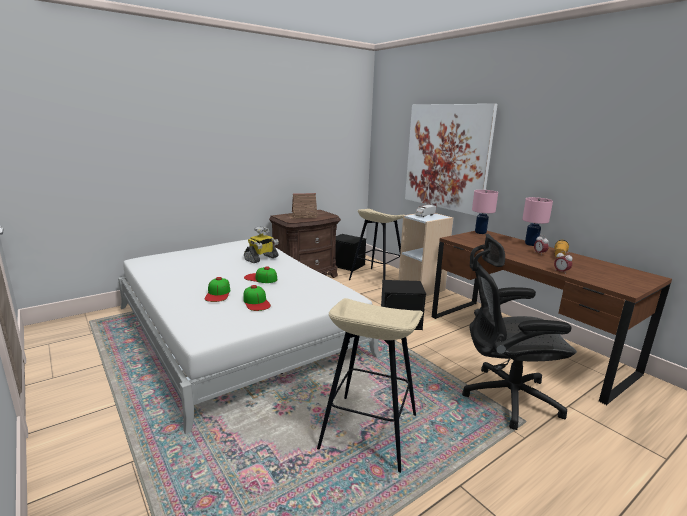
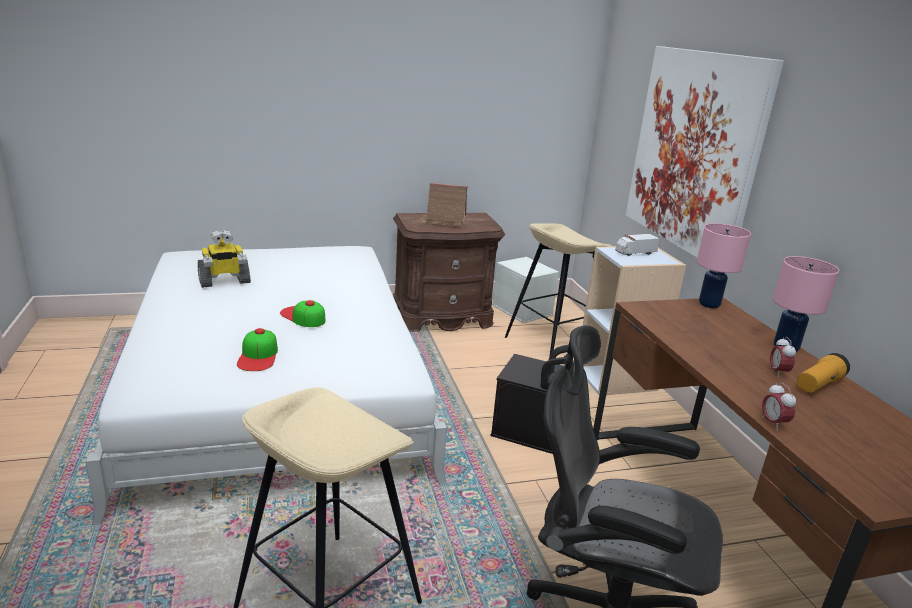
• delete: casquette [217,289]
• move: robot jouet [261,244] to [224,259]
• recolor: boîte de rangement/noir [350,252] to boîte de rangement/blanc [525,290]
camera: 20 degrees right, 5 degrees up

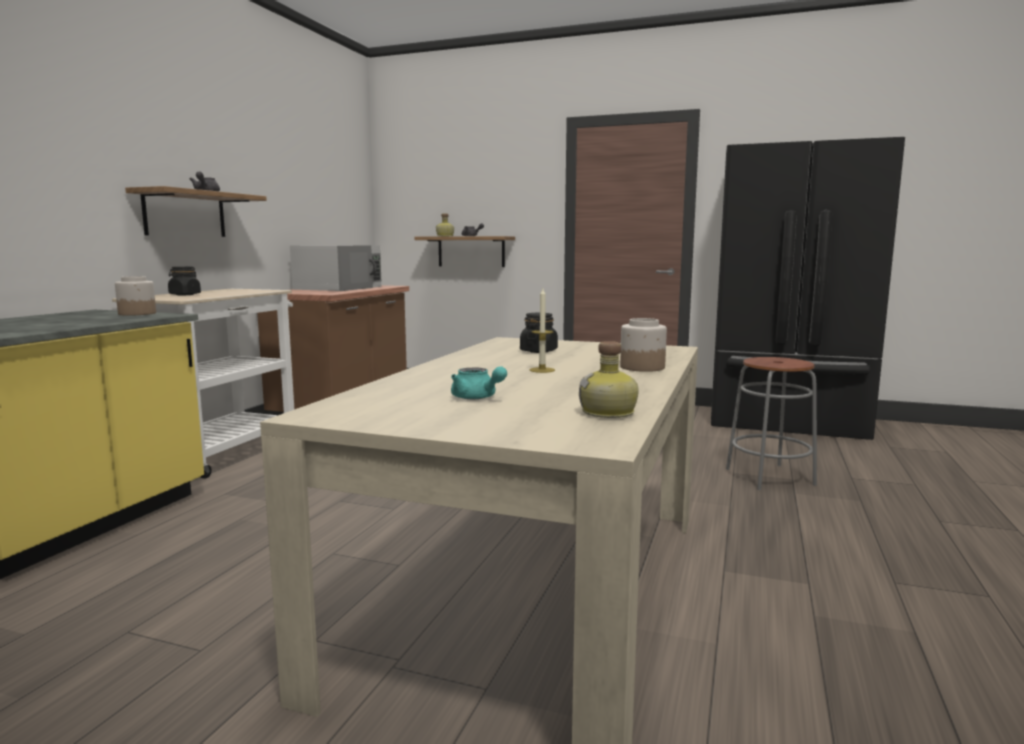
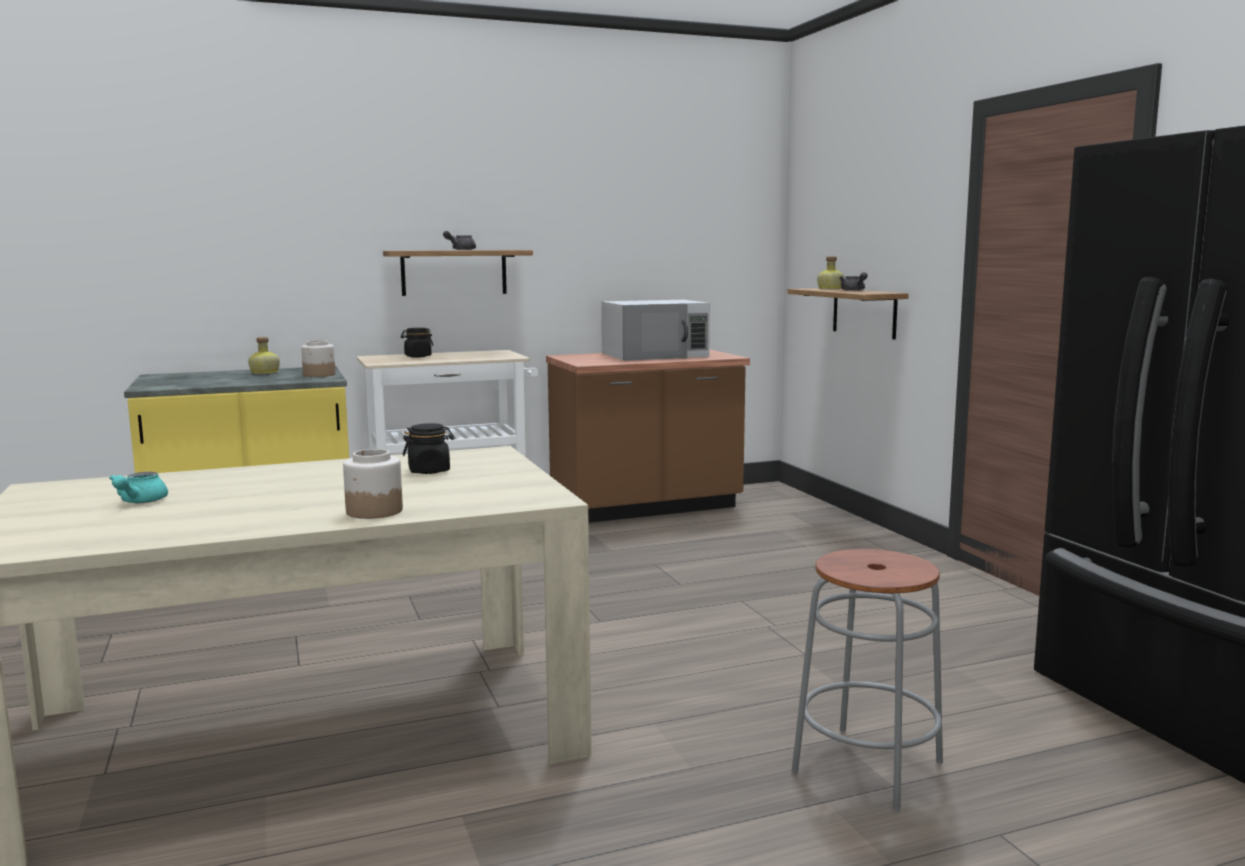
• delete: bougie [542,331]
• move: bouteille [609,379] to [264,355]
camera: 50 degrees right, 0 degrees up

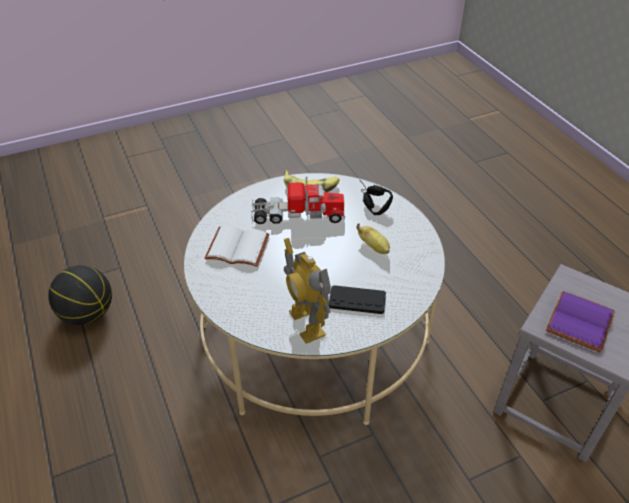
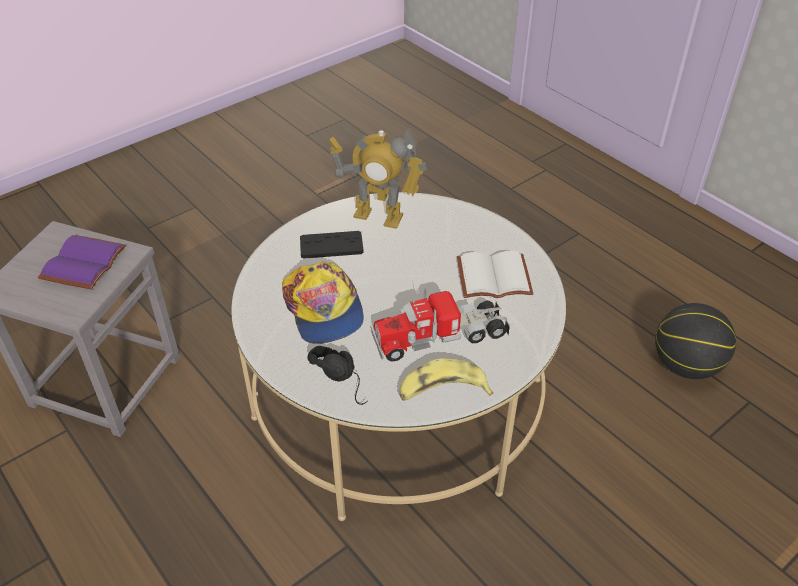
• replace: banane [373,238] to casquette [323,302]
• rotate: robot jouet [307,291] = [378,179] 150 degrees clockwise
camera: 165 degrees right, 0 degrees up

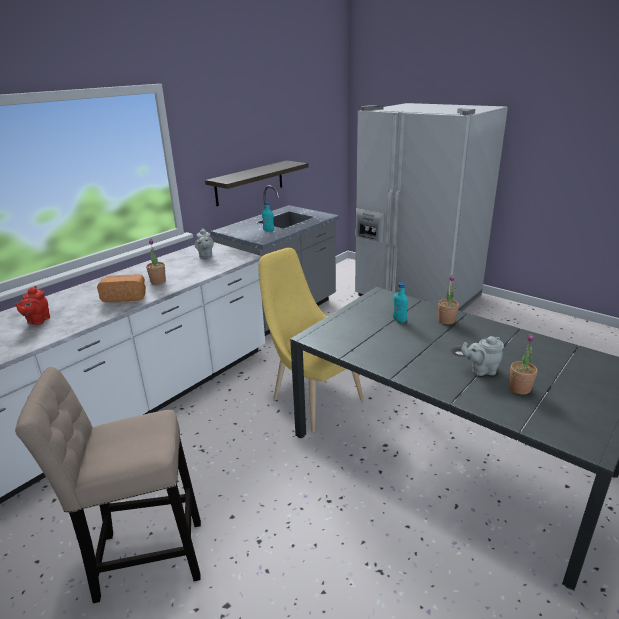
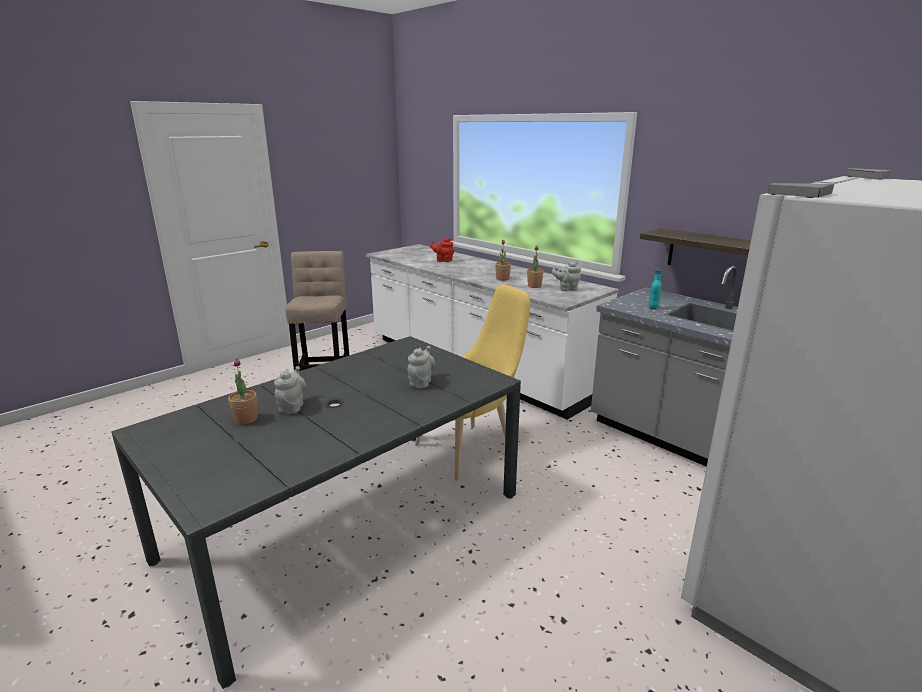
• delete: pain [121,288]
• move: plante en pot [448,300] to [535,267]
• replace: bouteille/turquoise [400,302] to théière/gris [421,367]
camera: 95 degrees right, 5 degrees down

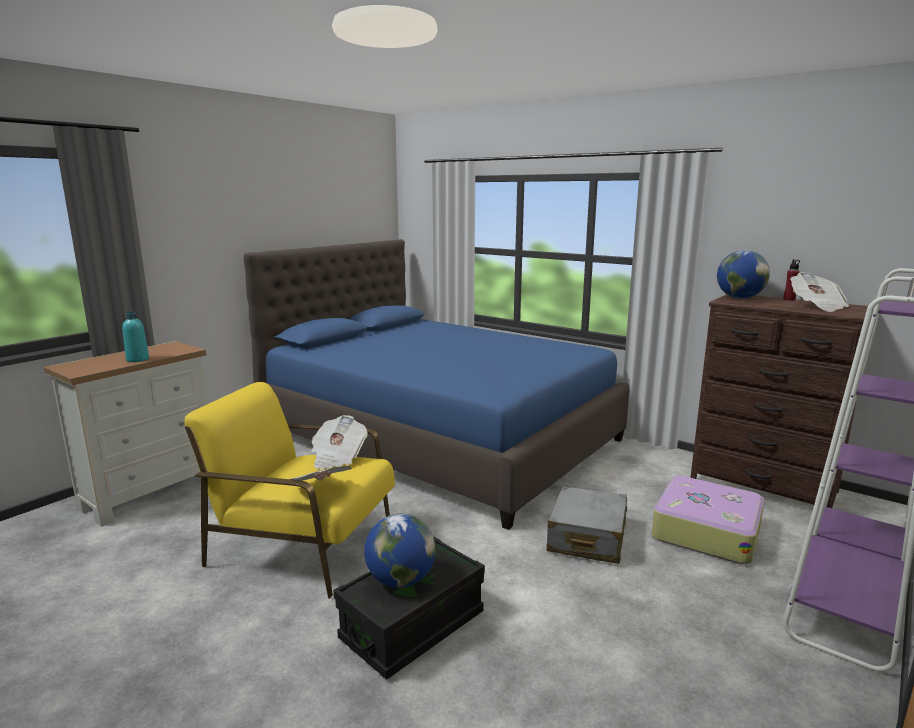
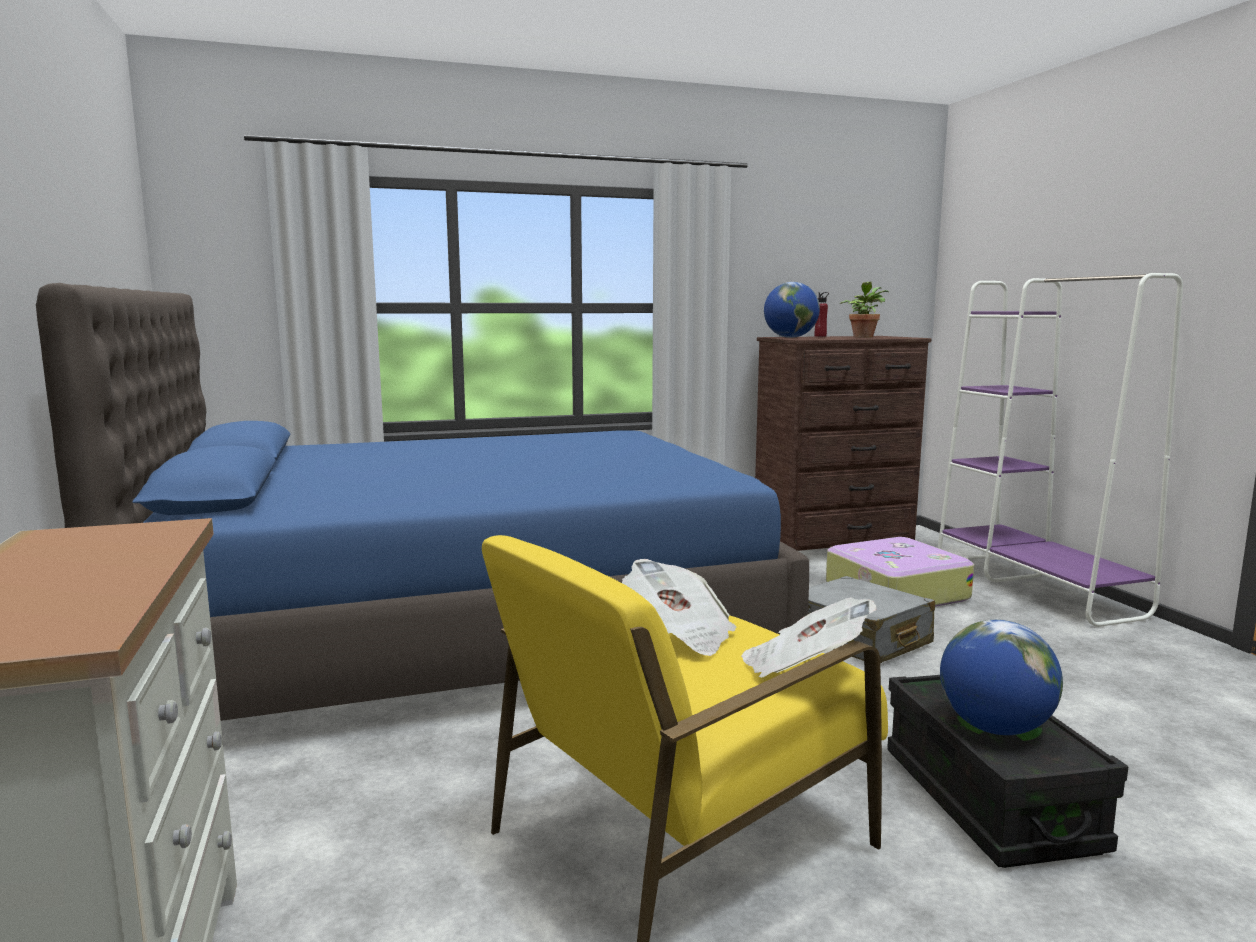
• delete: bouteille/turquoise [135,337]
• replace: journal [819,292] to plante en pot [864,310]
camera: 55 degrees left, 5 degrees down

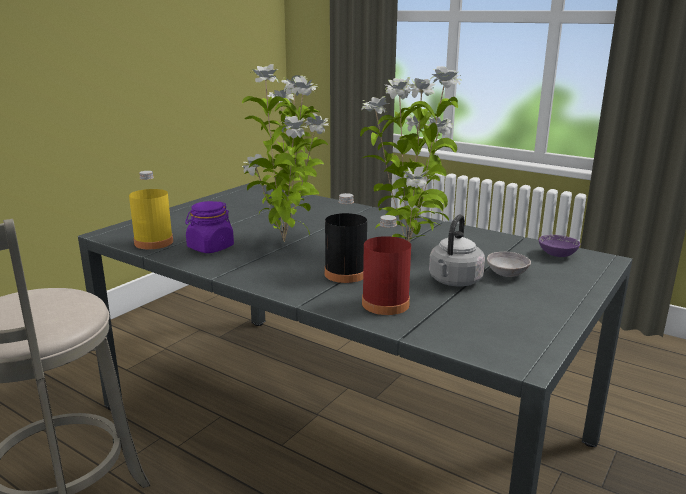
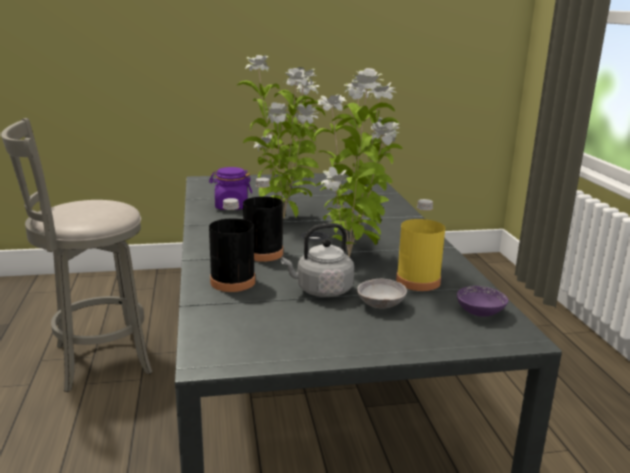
• move: bouteille/jaune [151,210] to [420,245]
• recolor: bouteille/rouge [386,265] to bouteille/noir [232,245]
camera: 45 degrees right, 0 degrees up

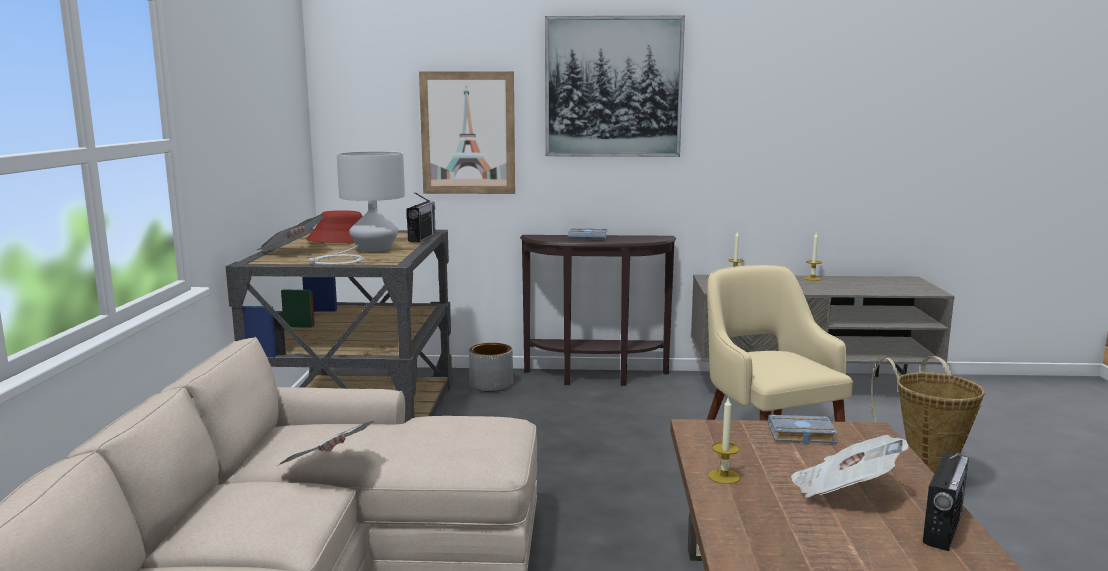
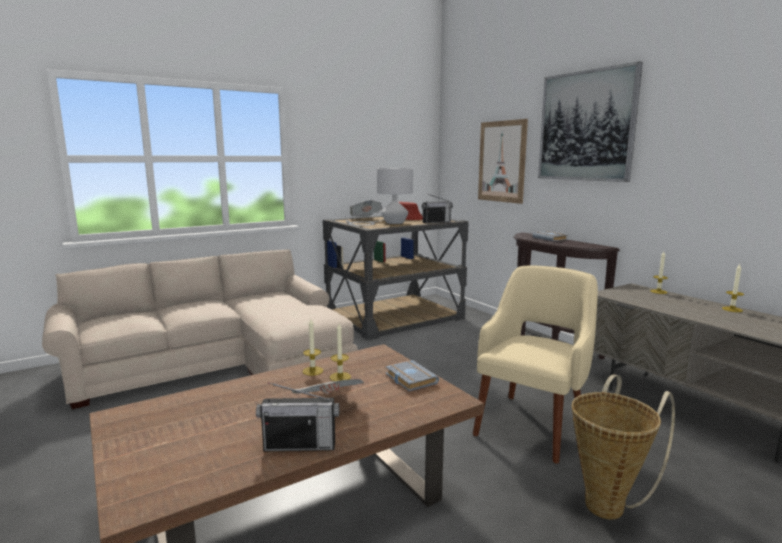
• delete: journal [325,443]
• delete: cache-pot/gris [491,367]
• insert: bougie [340,352]
camera: 55 degrees right, 0 degrees up

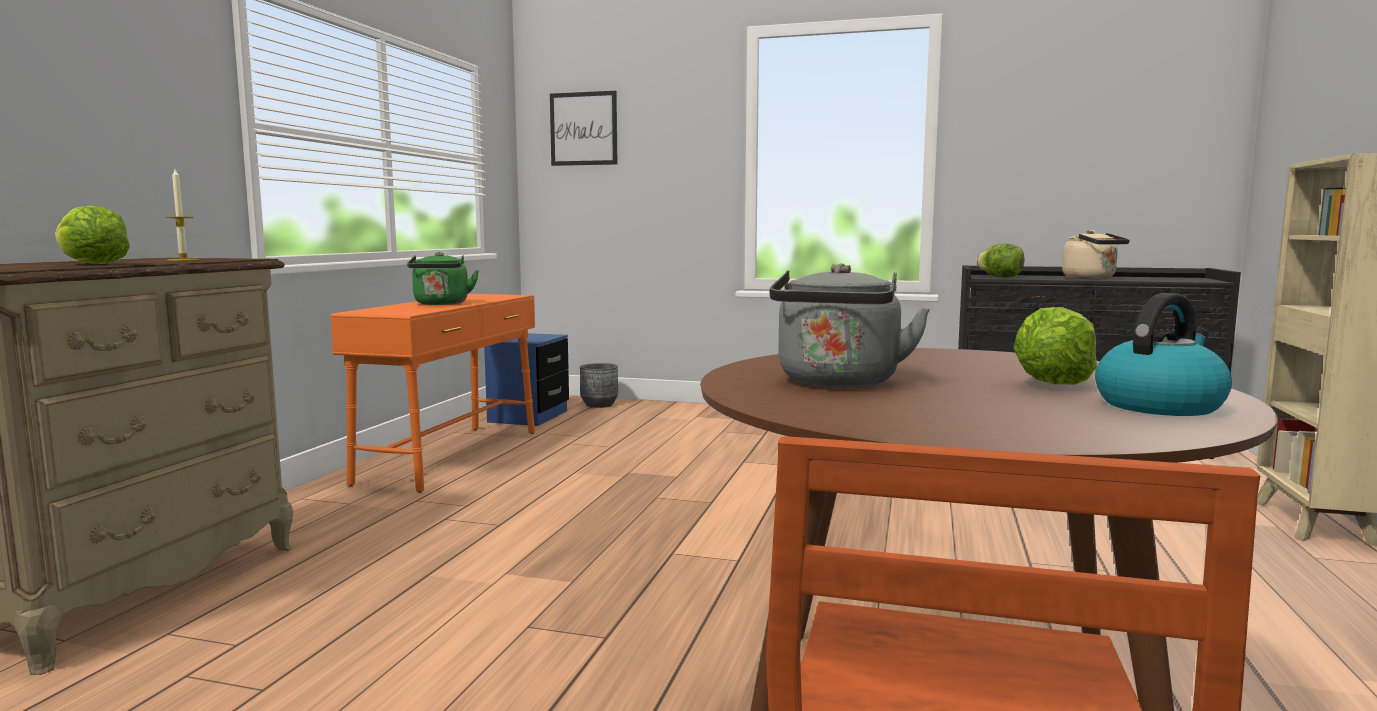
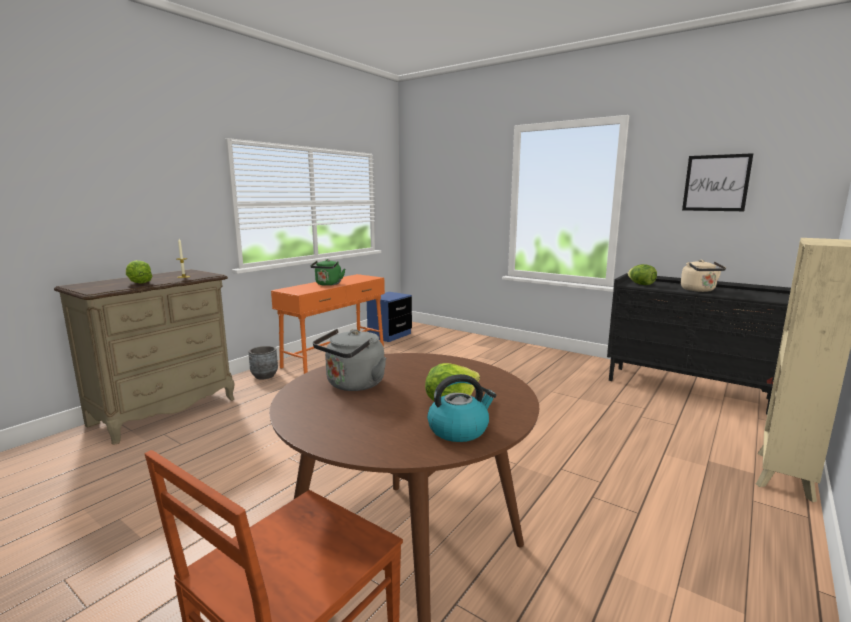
• move: tableau [583,128] to [718,182]
• move: cache-pot/gris [599,385] to [263,362]
camera: 20 degrees right, 5 degrees up

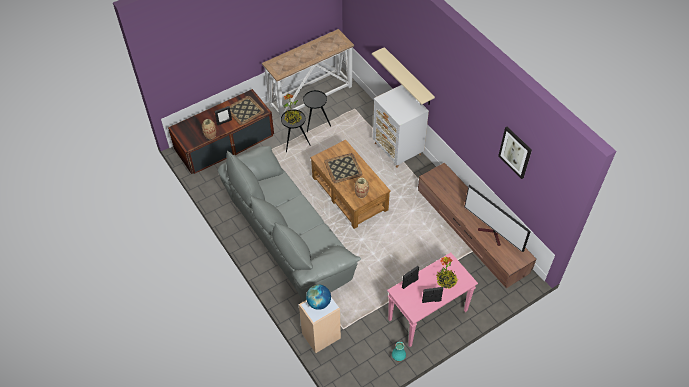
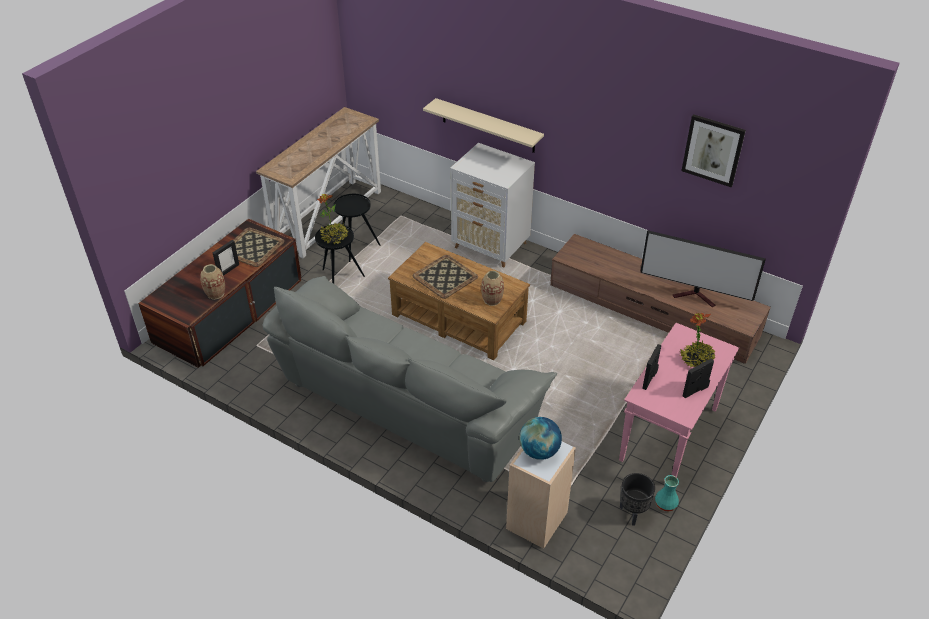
• insert: cache-pot/noir [637,499]
camera: 25 degrees left, 10 degrees down

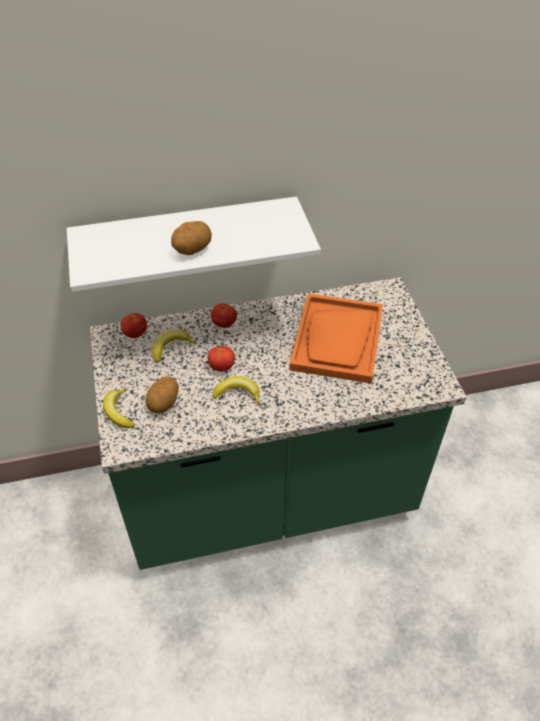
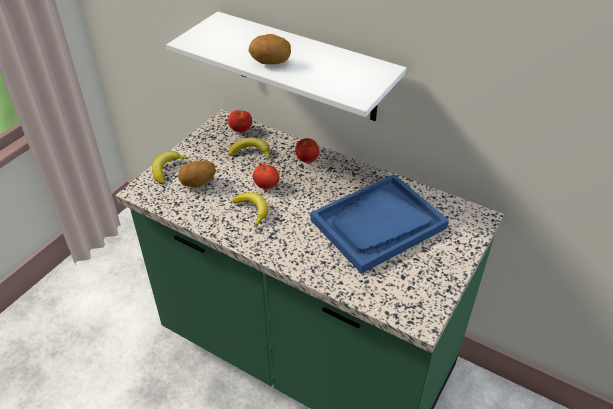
• recolor: plateau/orange [336,338] to plateau/bleu [379,224]
camera: 45 degrees right, 5 degrees down

